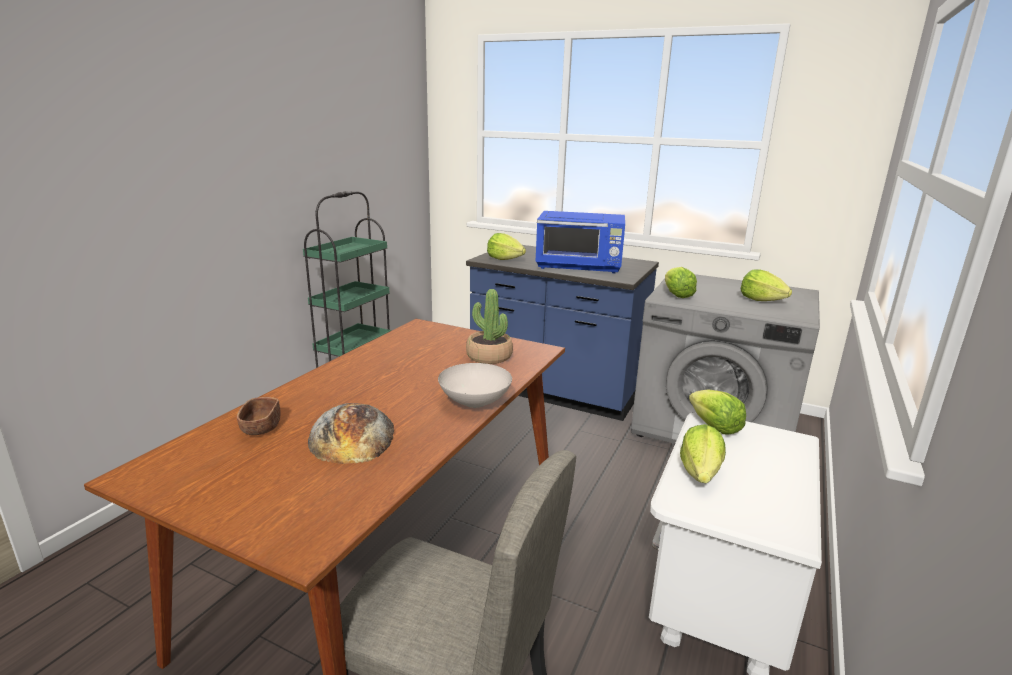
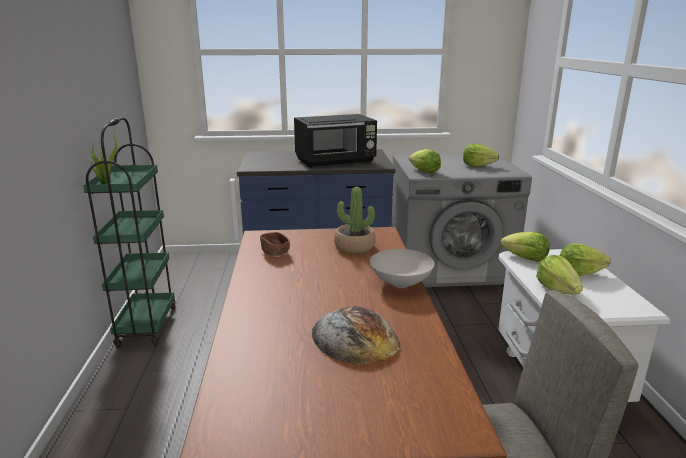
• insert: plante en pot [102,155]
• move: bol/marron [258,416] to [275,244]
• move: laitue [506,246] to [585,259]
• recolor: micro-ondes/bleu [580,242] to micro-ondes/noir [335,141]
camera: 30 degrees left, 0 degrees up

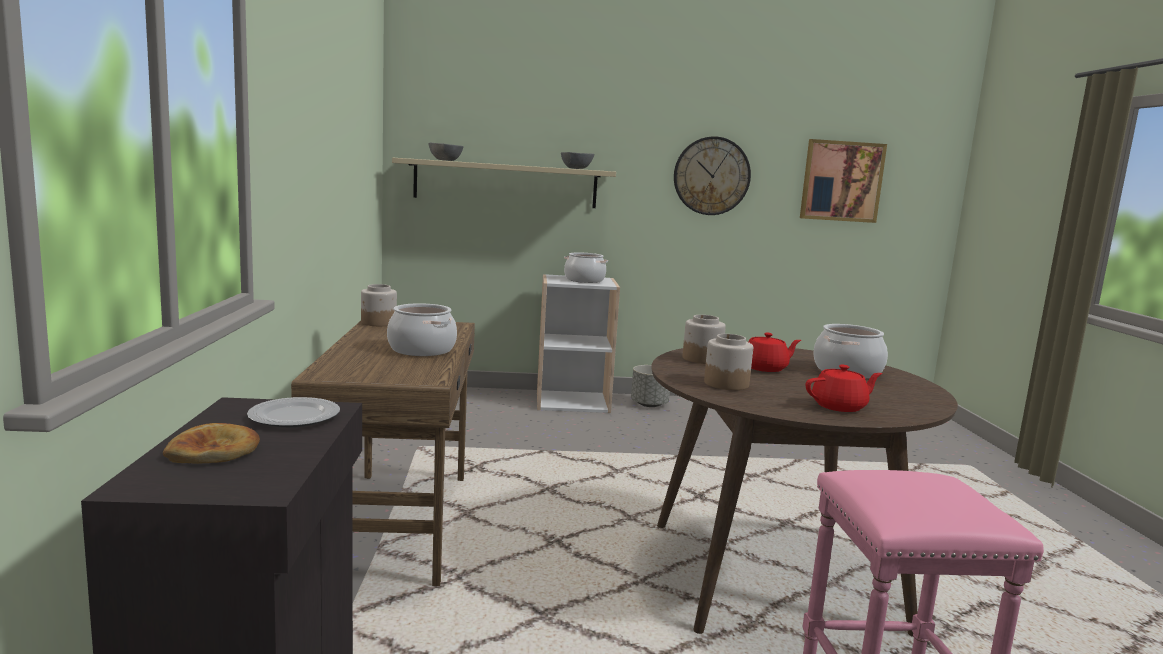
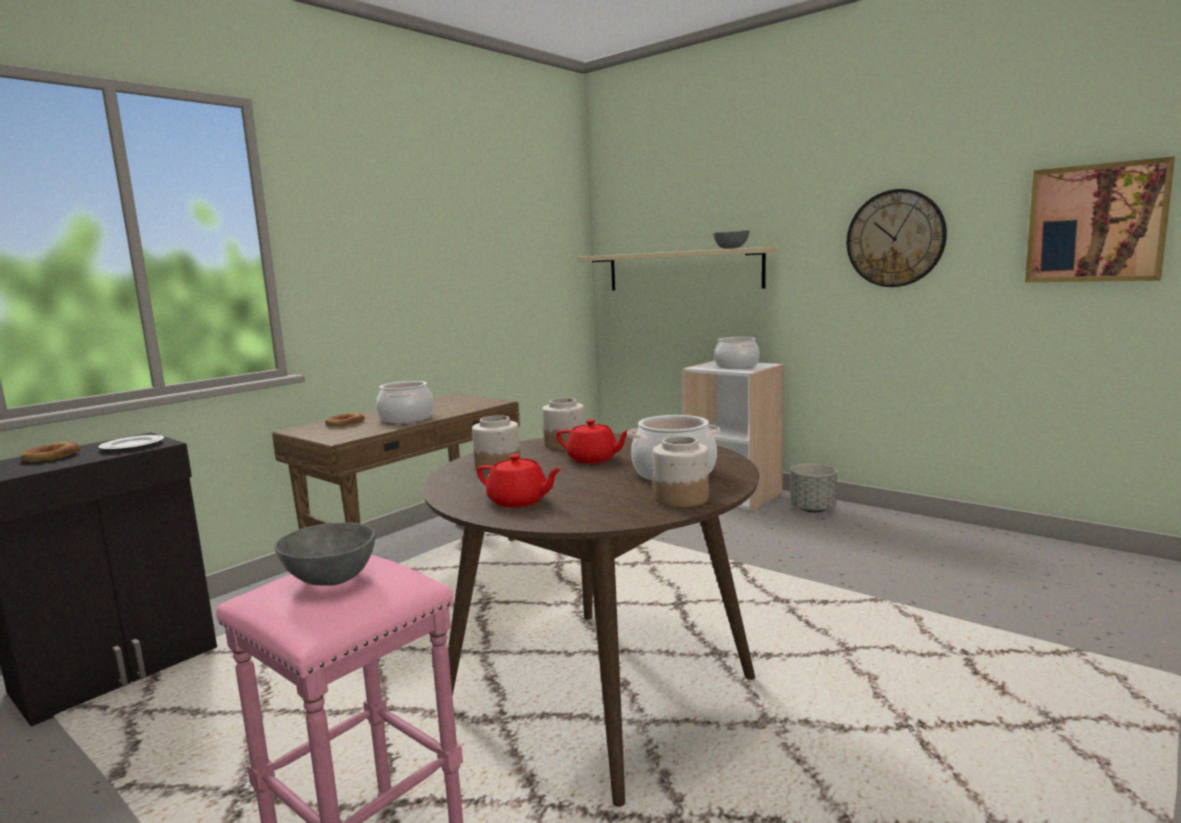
• insert: pain [345,419]
• move: bocal [379,305] to [681,471]
• move: bol/gris [446,152] to [324,554]
camera: 45 degrees right, 0 degrees up

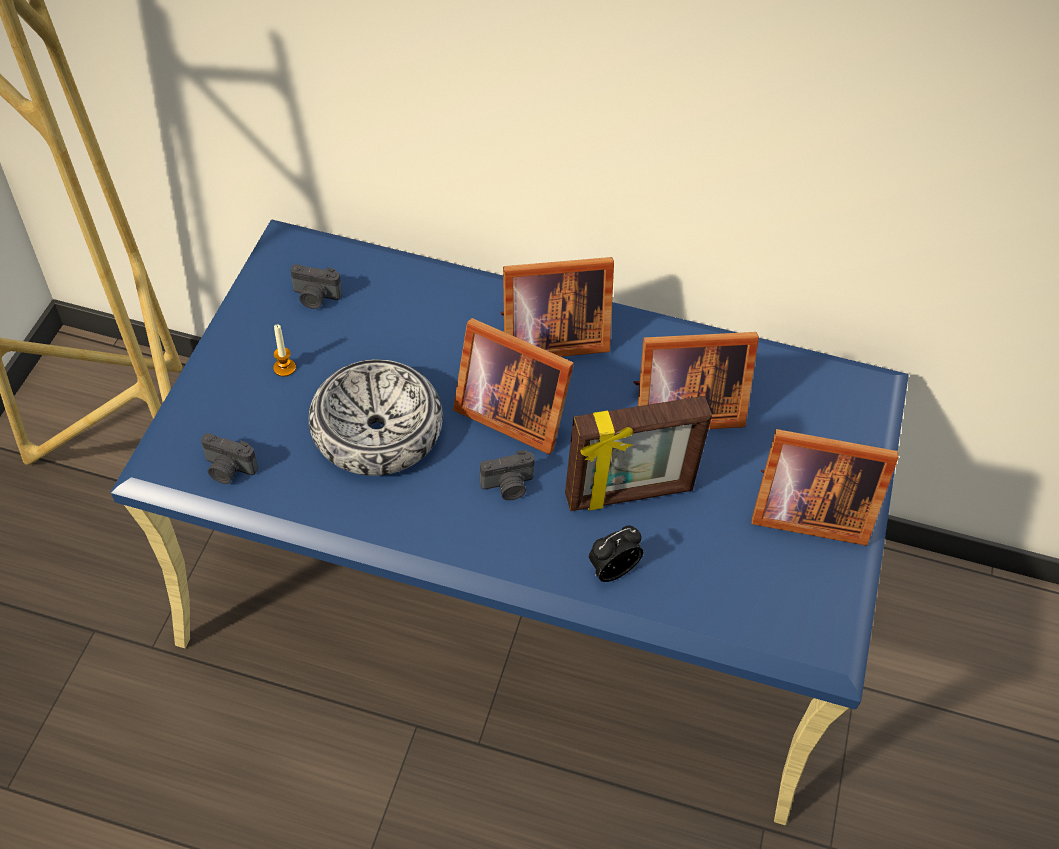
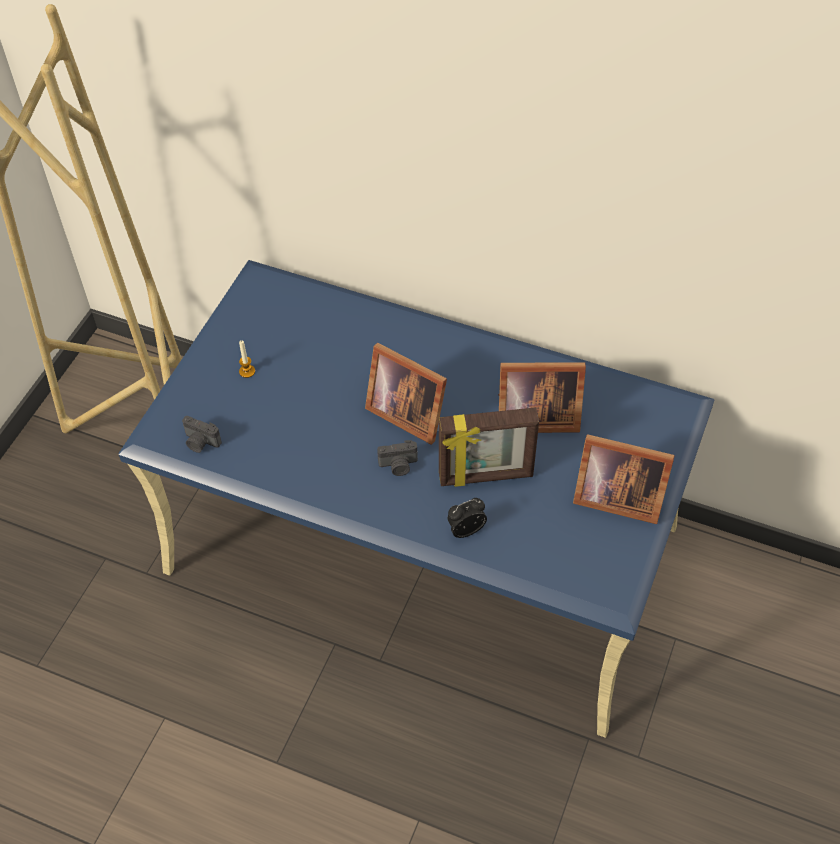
• delete: appareil photo [316,286]
• delete: bol [376,417]
• delete: cadre photo [557,307]
camera: 10 degrees right, 0 degrees up

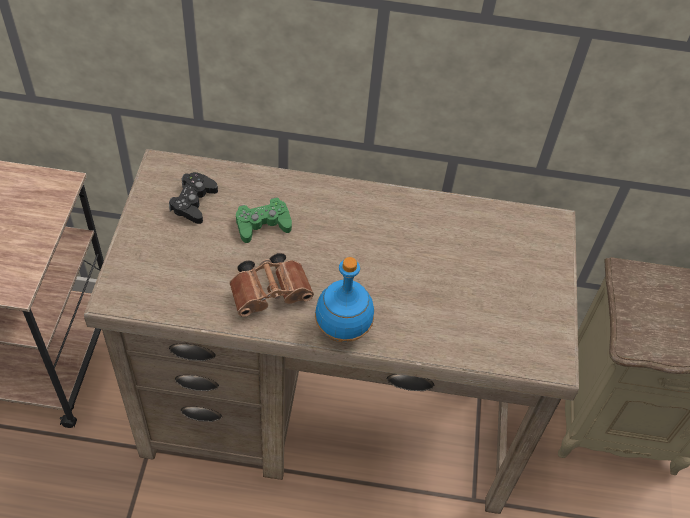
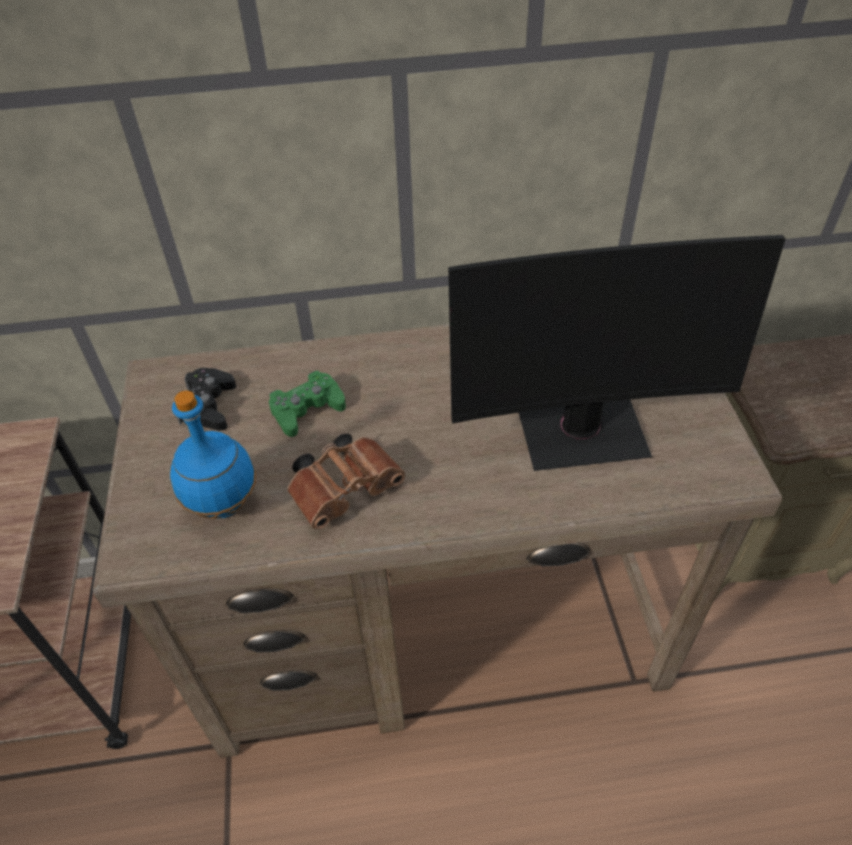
• insert: écran d'ordinateur [617,353]
• move: bouteille/bleu [344,299] to [213,454]
camera: 10 degrees left, 5 degrees down

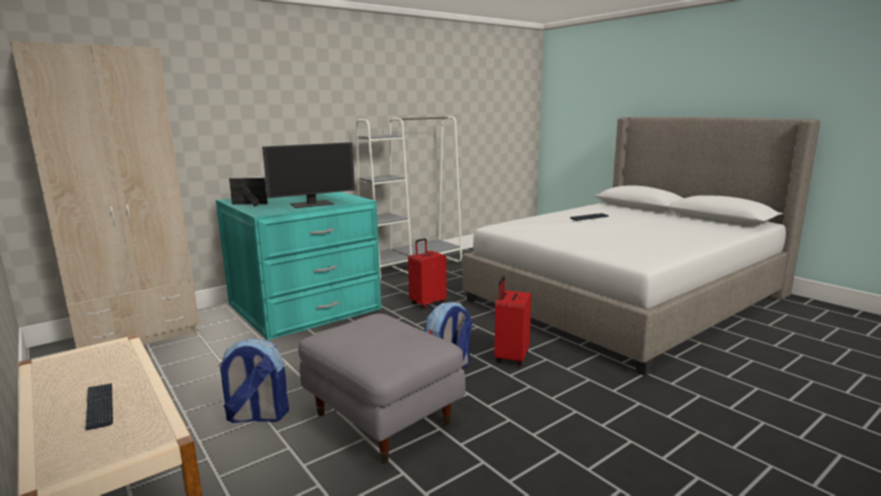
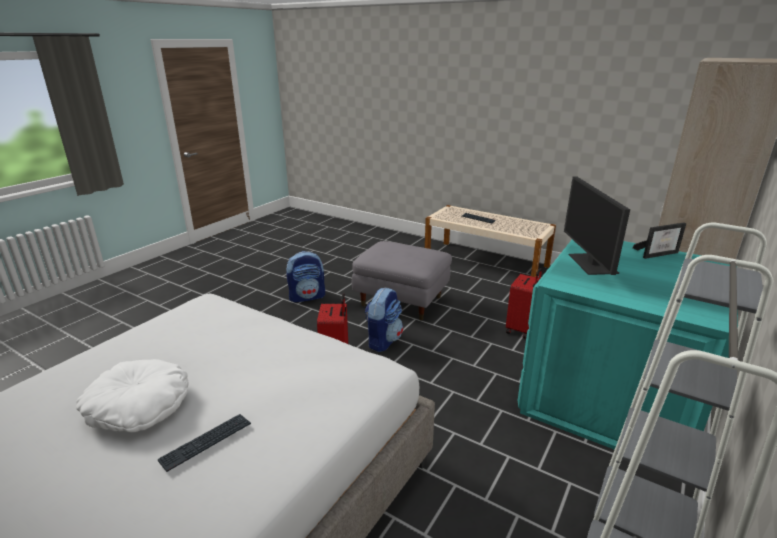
• insert: coussin/blanc [132,396]
• move: sac à dos [253,380] to [305,276]
• move: valise/rouge [427,273] to [524,303]
• rotate: écran d'ordinateur [308,175] = [597,225] 45 degrees counterclockwise
camera: 160 degrees right, 10 degrees up

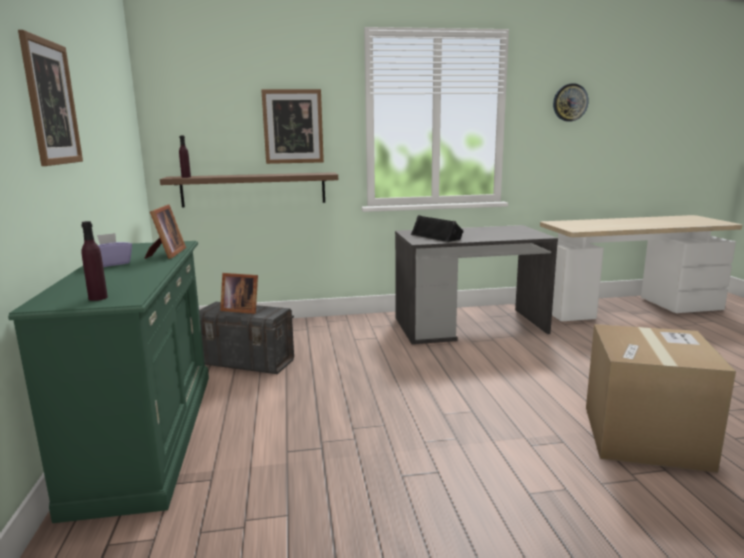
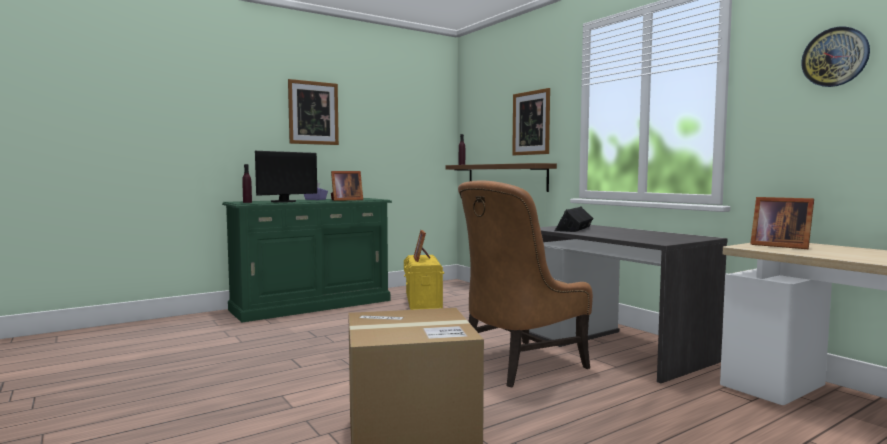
• insert: écran d'ordinateur [286,177]
• insert: chaise/marron [525,283]
• insert: cadre photo [782,223]
• recolor: boîte de rangement/gris [246,338] to boîte de rangement/jaune [424,282]
camera: 65 degrees right, 10 degrees down

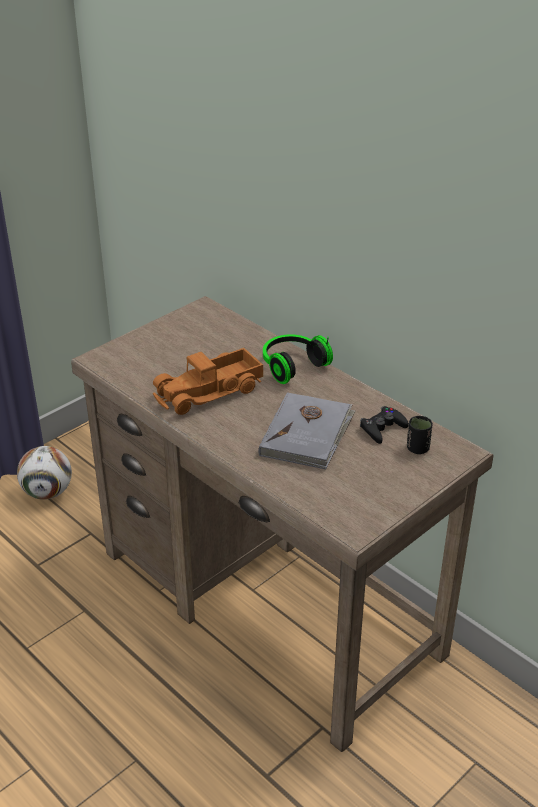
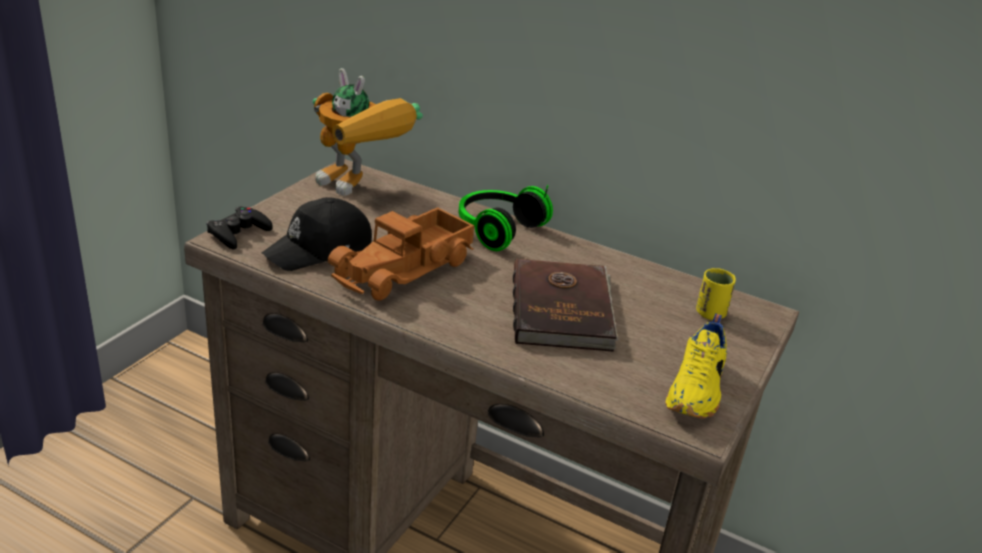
• delete: ballon de foot [44,473]
• insert: casquette/noir [316,234]
• insert: robot jouet [368,132]
• insert: chaussure/jaune [696,366]
• move: manette/noir [384,425] to [239,228]
• recolor: livre/gris [307,430] to livre/marron [565,305]
• recolor: tasse/noir [420,435] to tasse/jaune [716,294]
camera: 20 degrees left, 5 degrees down

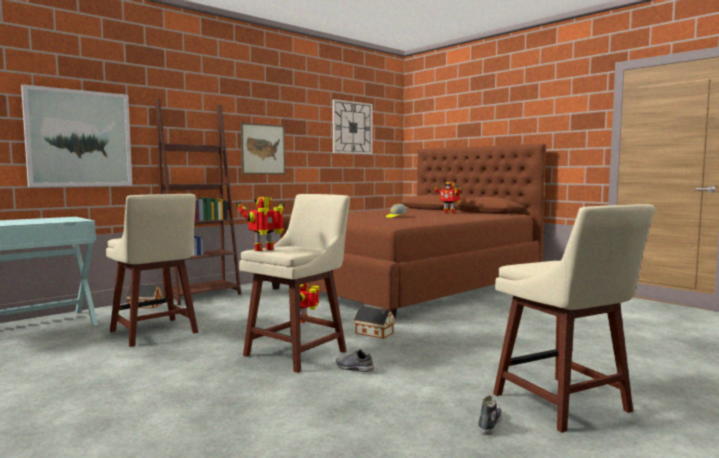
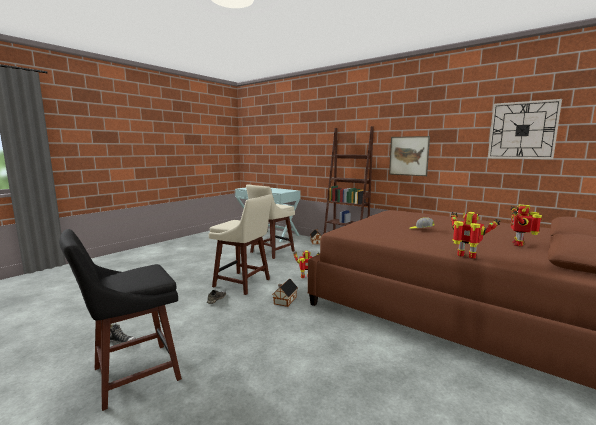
• delete: tableau [76,135]
• move: robot jouet [260,224] to [476,235]
• recolor: tabouret/beige [574,318] to tabouret/noir [120,320]
camera: 80 degrees right, 5 degrees up

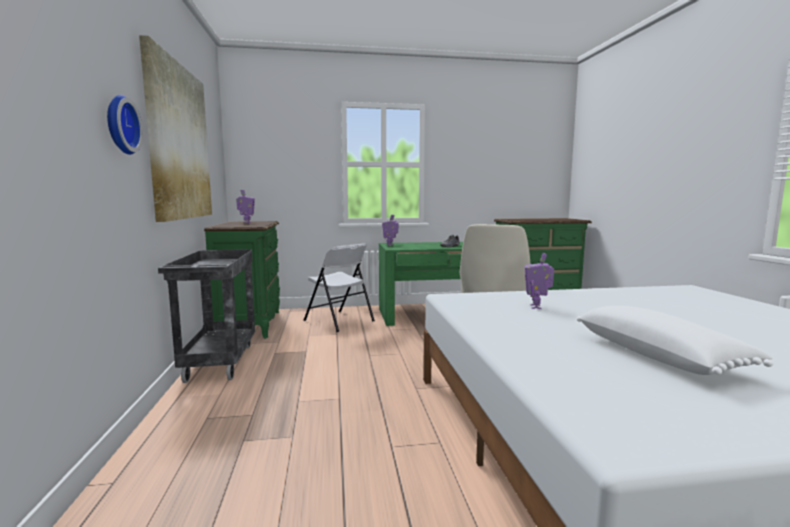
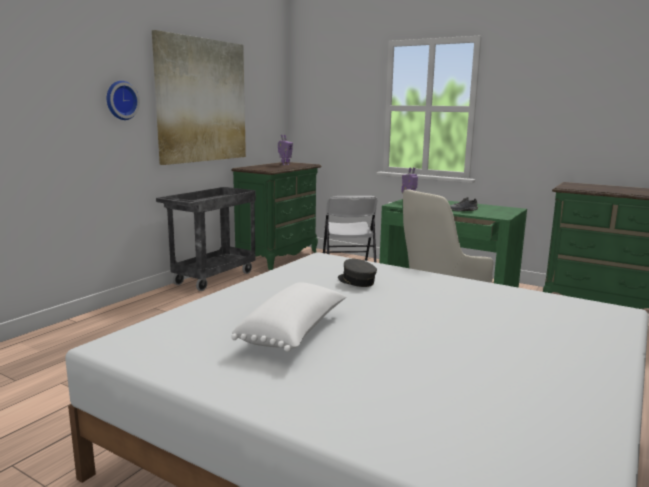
• replace: robot jouet [539,281] to casquette/gris [357,273]
camera: 40 degrees right, 5 degrees up

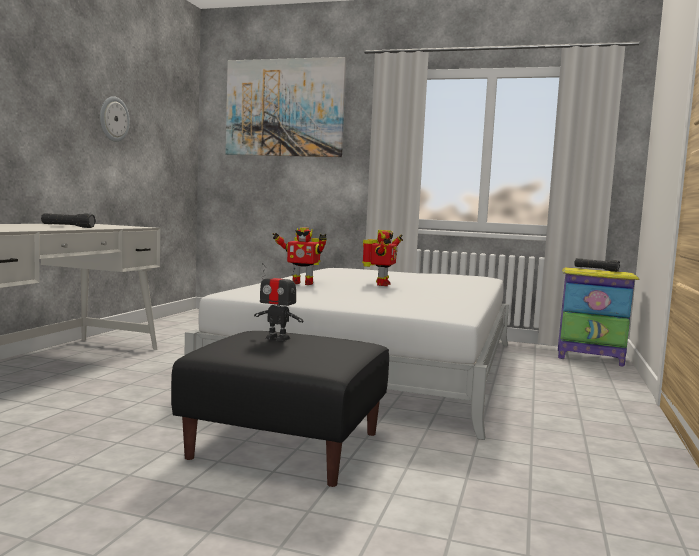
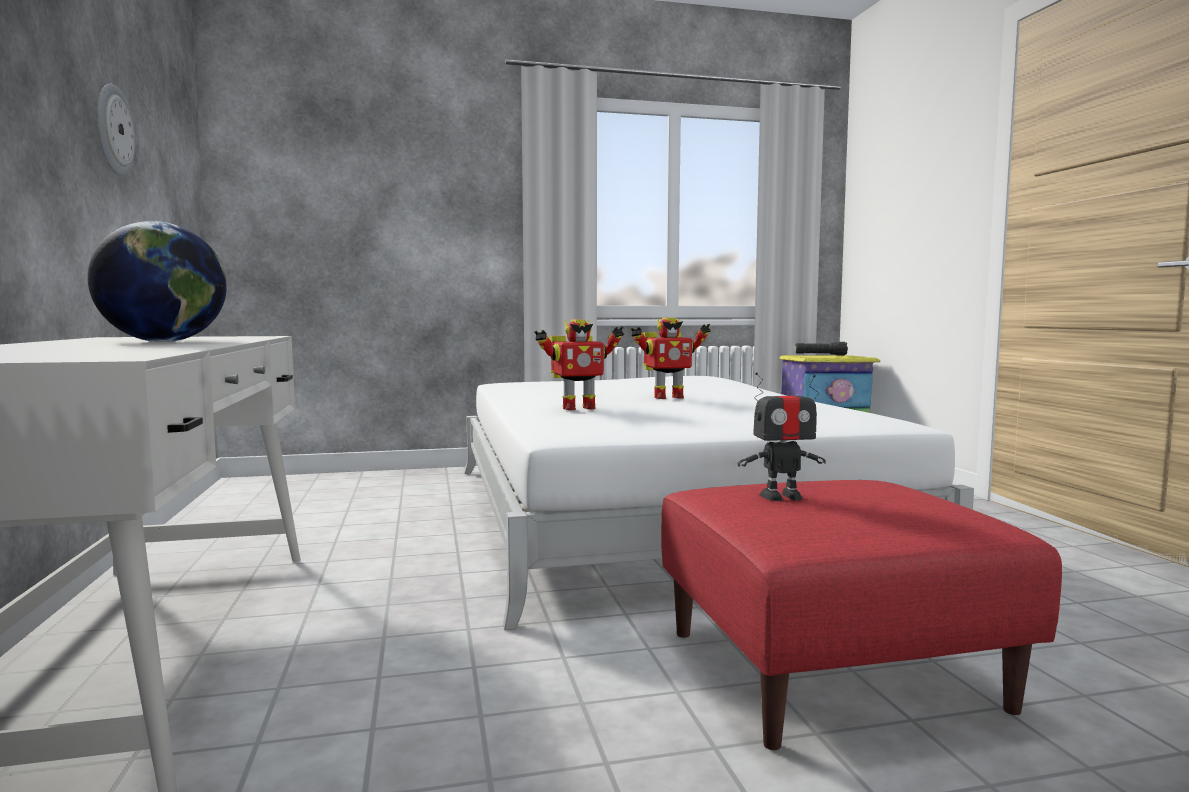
• delete: tableau [285,107]
• replace: lampe de poche/noir [68,220] to globe [157,281]
• recolor: pouf/noir [280,409] to pouf/rouge [861,615]
• rotate: robot jouet [382,258] = [671,358] 90 degrees clockwise
camera: 30 degrees left, 0 degrees up

